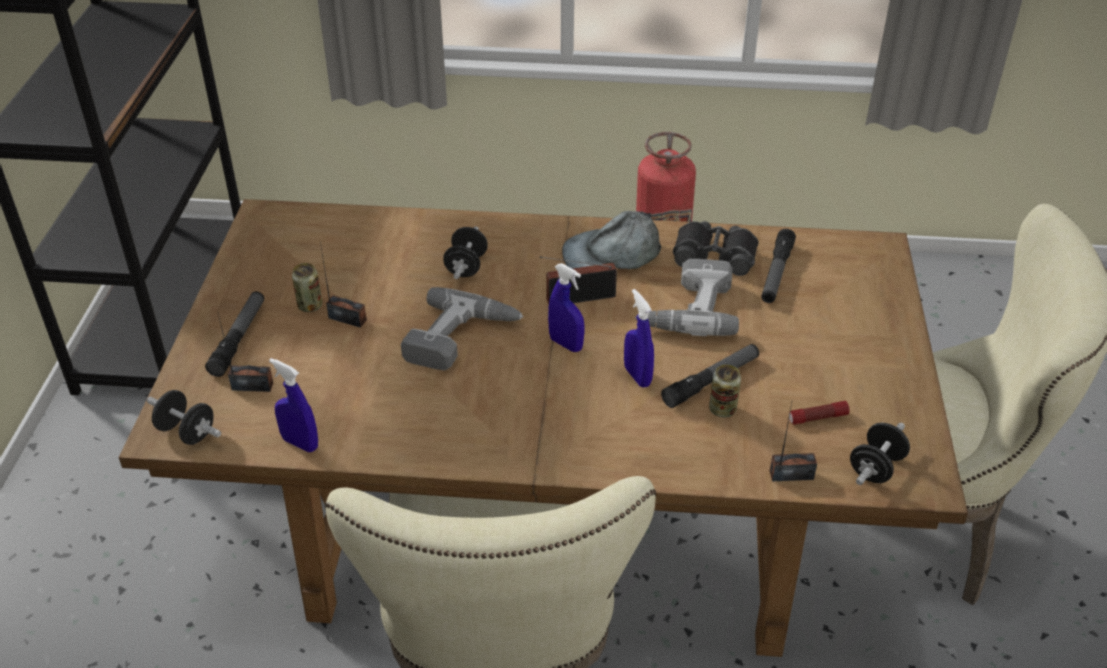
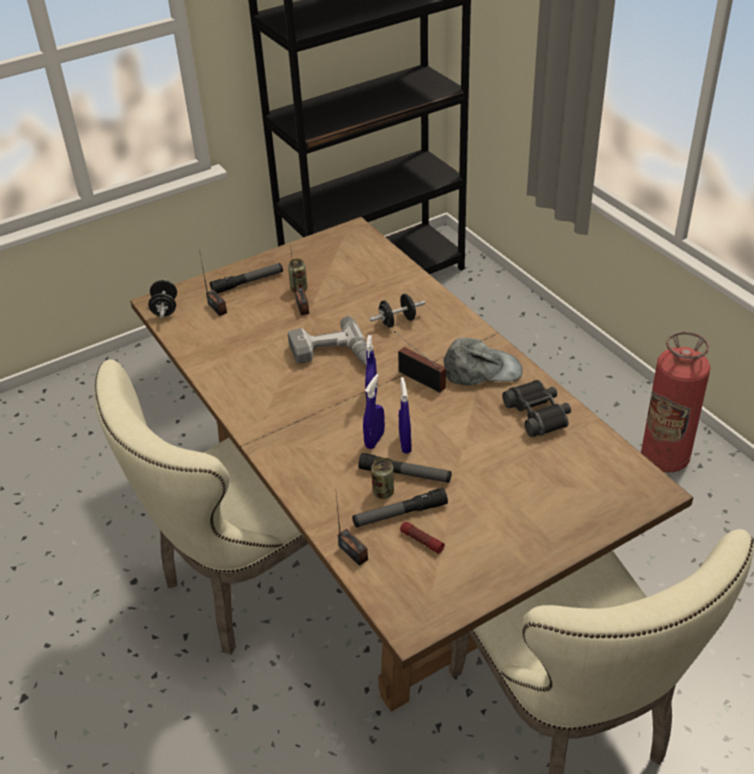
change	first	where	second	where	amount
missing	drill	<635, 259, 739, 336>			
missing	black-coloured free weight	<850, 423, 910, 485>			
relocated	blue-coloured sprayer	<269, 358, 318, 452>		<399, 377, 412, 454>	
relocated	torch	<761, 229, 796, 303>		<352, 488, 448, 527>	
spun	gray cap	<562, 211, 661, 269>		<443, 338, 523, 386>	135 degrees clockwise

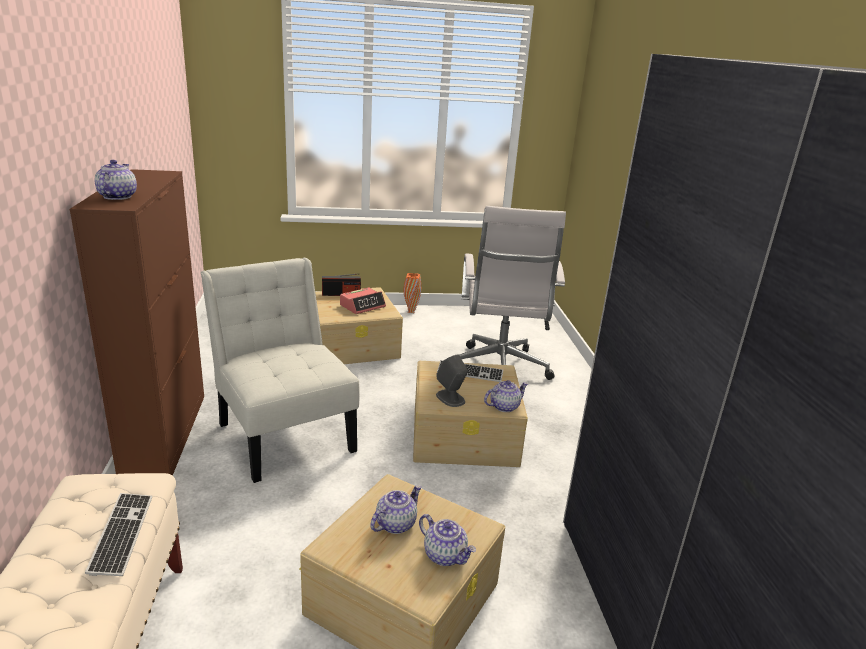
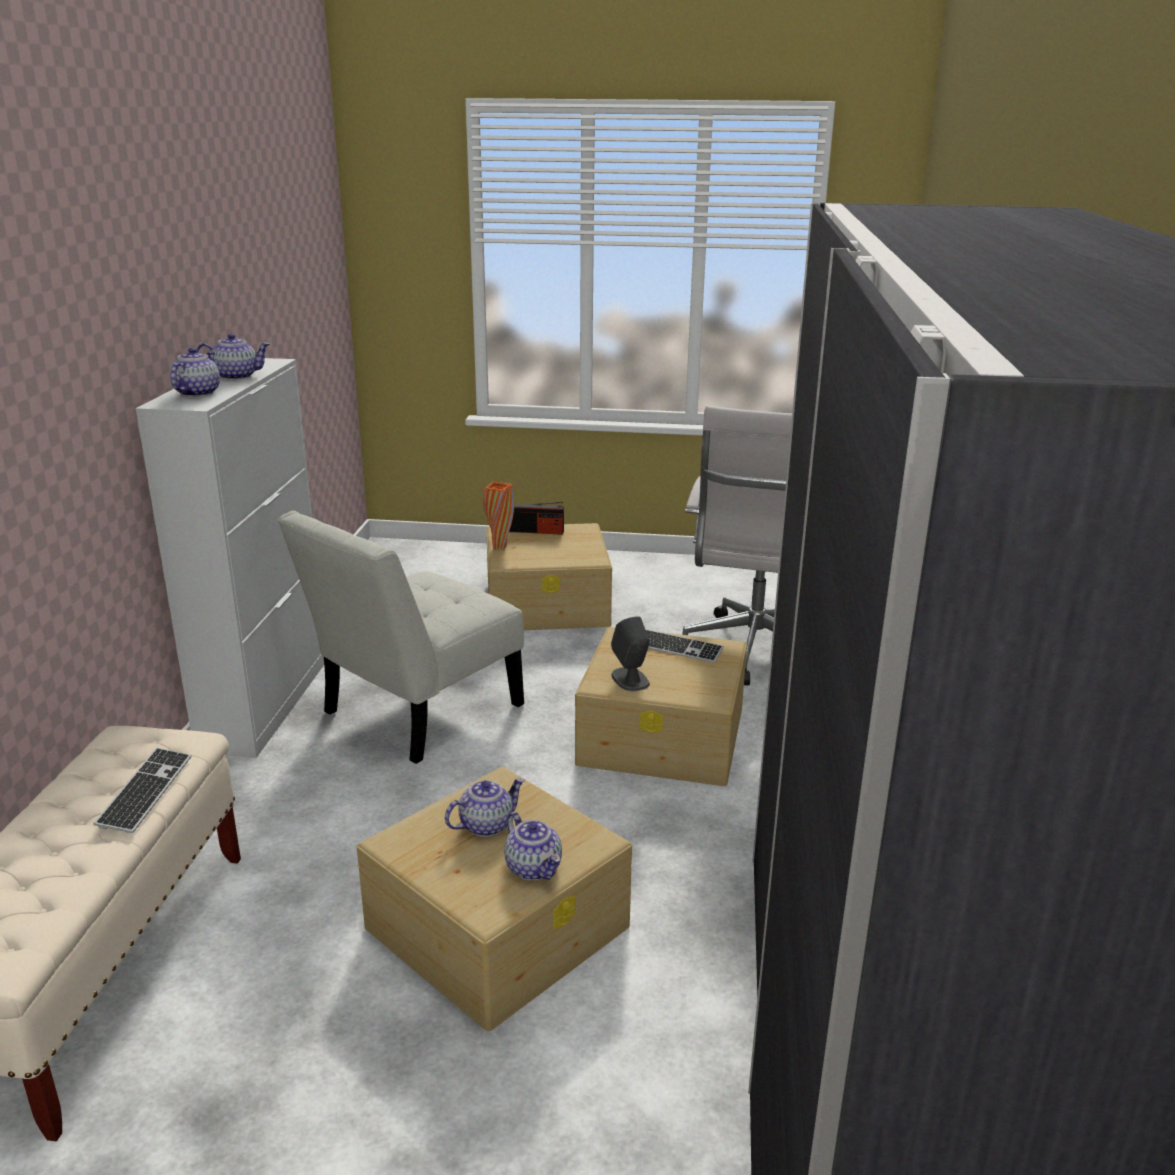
change	first	where	second	where	amount
missing	bedside clock	<340, 288, 386, 314>			
relocated	orange flower vase	<403, 273, 421, 313>		<483, 482, 514, 550>	
relocated	pot for tea	<484, 380, 529, 412>		<196, 333, 270, 380>	
colour	brown-coloured cupboard	<70, 169, 204, 476>	white cupboard	<135, 358, 324, 758>	
spun	white chair	<201, 258, 360, 483>		<278, 511, 524, 764>	120 degrees counterclockwise

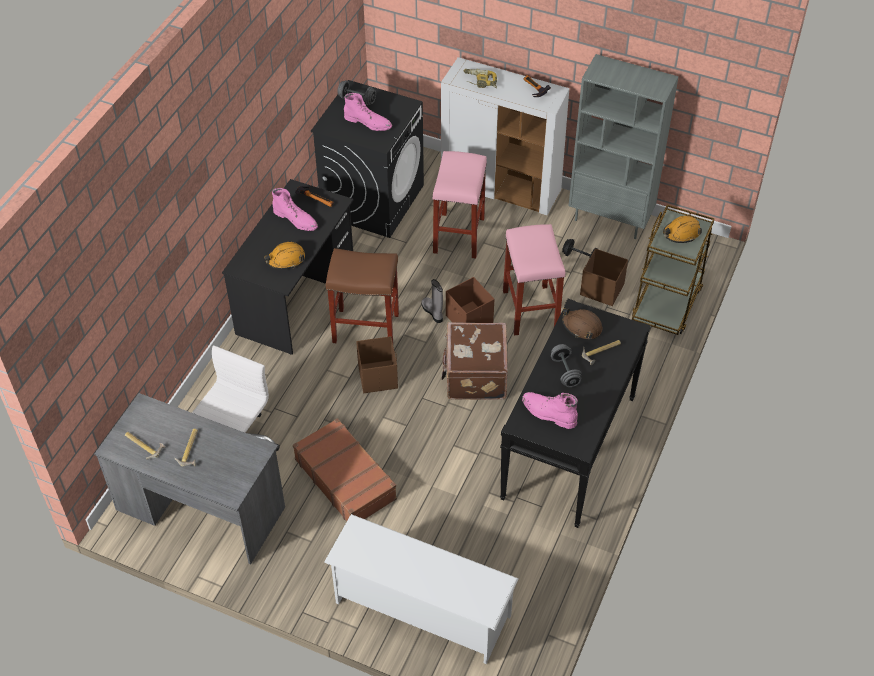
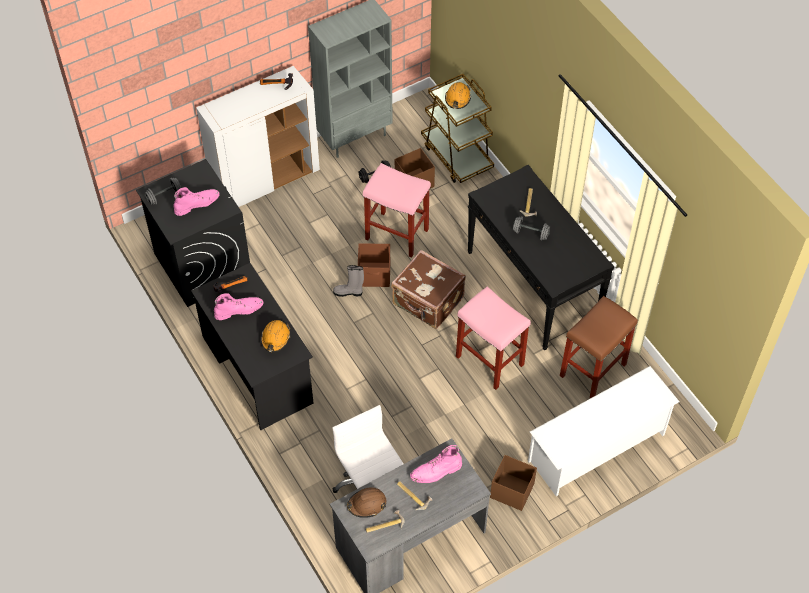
change	first	where	second	where	amount
missing	brown-coloured suitcase	<293, 418, 397, 521>			
missing	drill	<464, 69, 497, 88>			
relocated	brown-coloured sitting stool	<326, 248, 399, 343>		<560, 296, 638, 398>	
relocated	brown-coloured storage bin	<356, 336, 398, 393>		<490, 455, 537, 511>	
relocated	pink sitting stool	<432, 151, 487, 259>		<456, 286, 531, 390>	
relocated	pink tall boot	<522, 392, 578, 429>		<410, 445, 462, 483>	
relocated	brown-coloured hard hat	<562, 308, 603, 339>		<346, 487, 386, 518>	

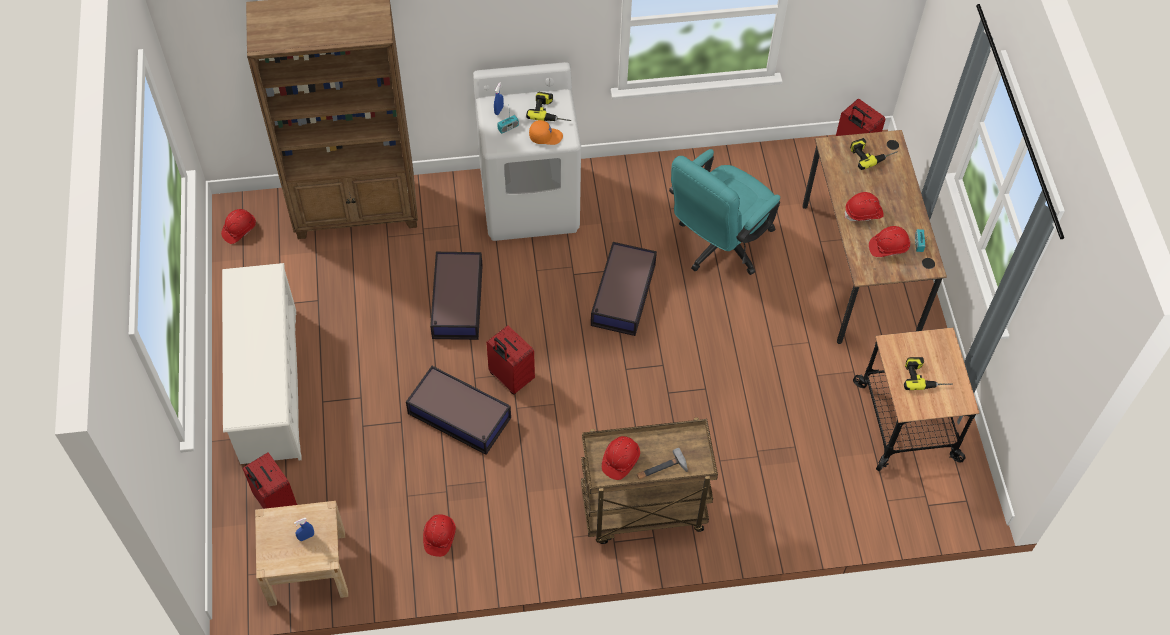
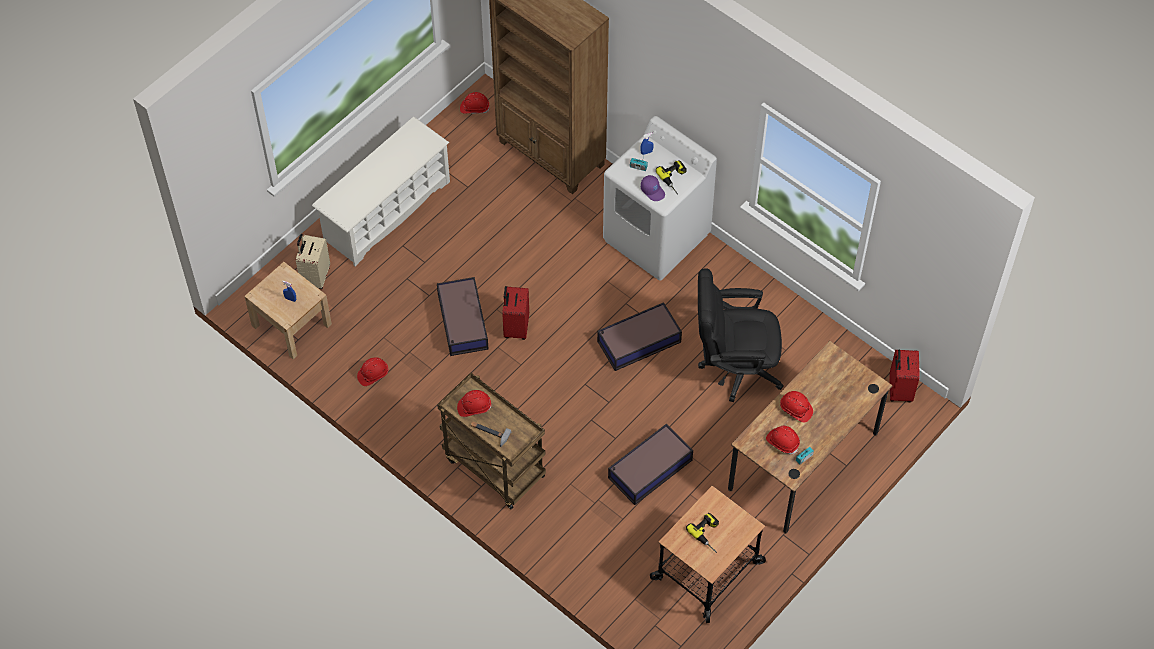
change	first	where	second	where	amount
missing	drill	<850, 138, 898, 170>			
relocated	storage bin	<430, 252, 483, 340>		<608, 424, 693, 505>	
colour	reddish suitcase	<242, 452, 297, 509>	beige suitcase	<296, 234, 330, 289>	
colour	orange cap	<529, 120, 563, 145>	purple cap	<641, 175, 665, 201>	
colour	turquoise office chair	<669, 149, 780, 275>	black-coloured office chair	<698, 268, 784, 402>	

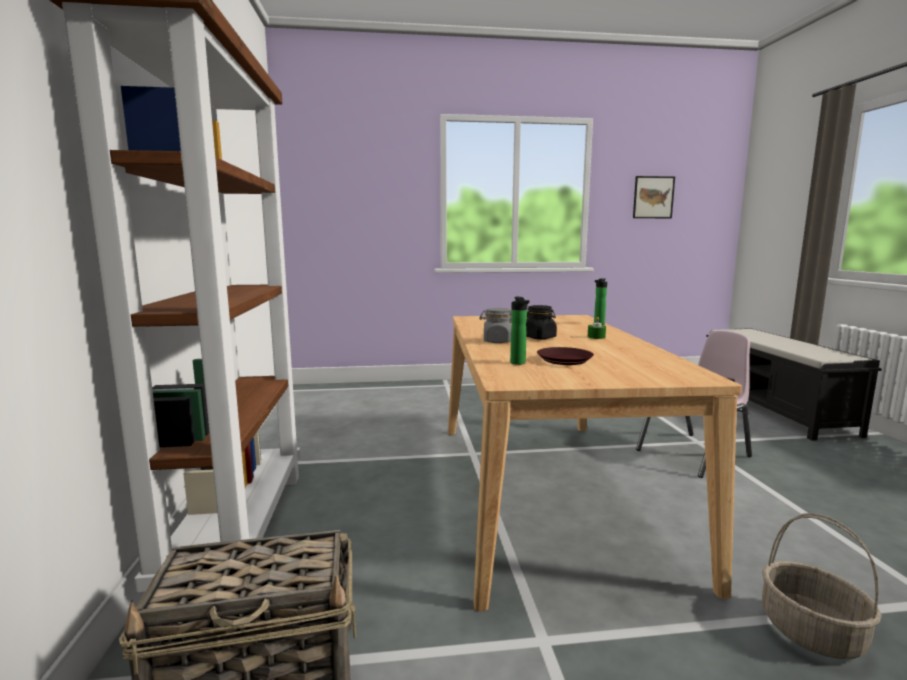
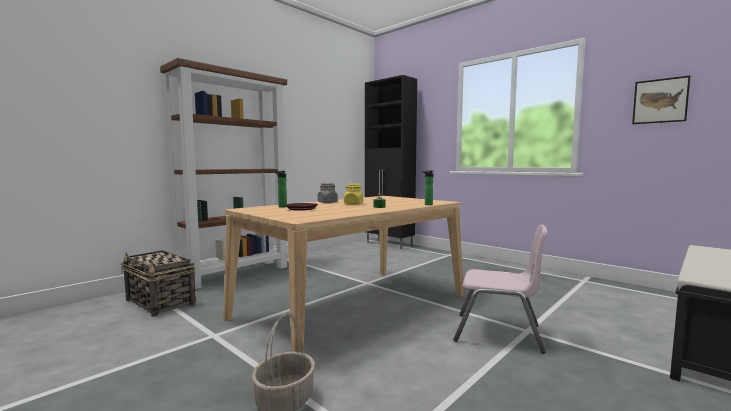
change	first	where	second	where	amount
appeared			black-coloured cupboard	<365, 75, 417, 249>	
colour	black-coloured jar	<526, 305, 557, 339>	yellow-coloured jar	<344, 184, 363, 205>	

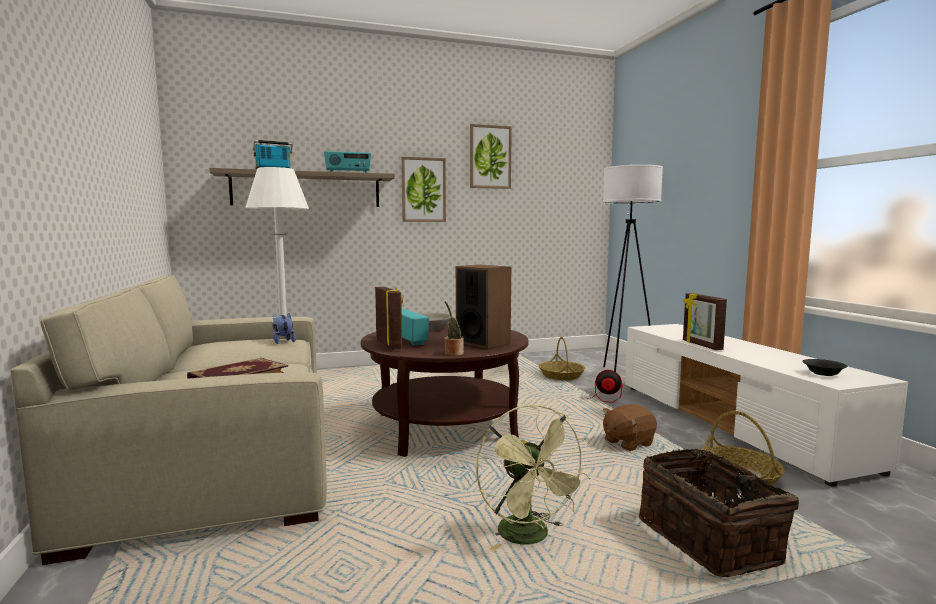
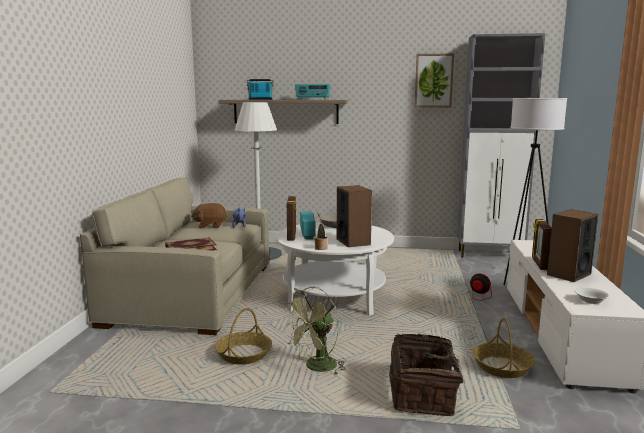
change	first	where	second	where	amount
missing	wall picture	<401, 157, 446, 222>			
appeared			gray cupboard	<457, 33, 545, 258>	
appeared			speaker	<547, 209, 598, 282>	
relocated	storage basket	<539, 337, 585, 380>		<215, 308, 272, 364>	
relocated	brown-coloured plush toy	<603, 404, 657, 451>		<191, 203, 227, 228>	
colour	brown-coloured low table	<360, 324, 529, 457>	white low table	<275, 222, 394, 316>	
colour	black-coloured serving bowl	<802, 359, 848, 376>	white serving bowl	<575, 288, 609, 304>	
spun	greenish fan	<476, 404, 590, 551>		<283, 287, 346, 374>	45 degrees clockwise

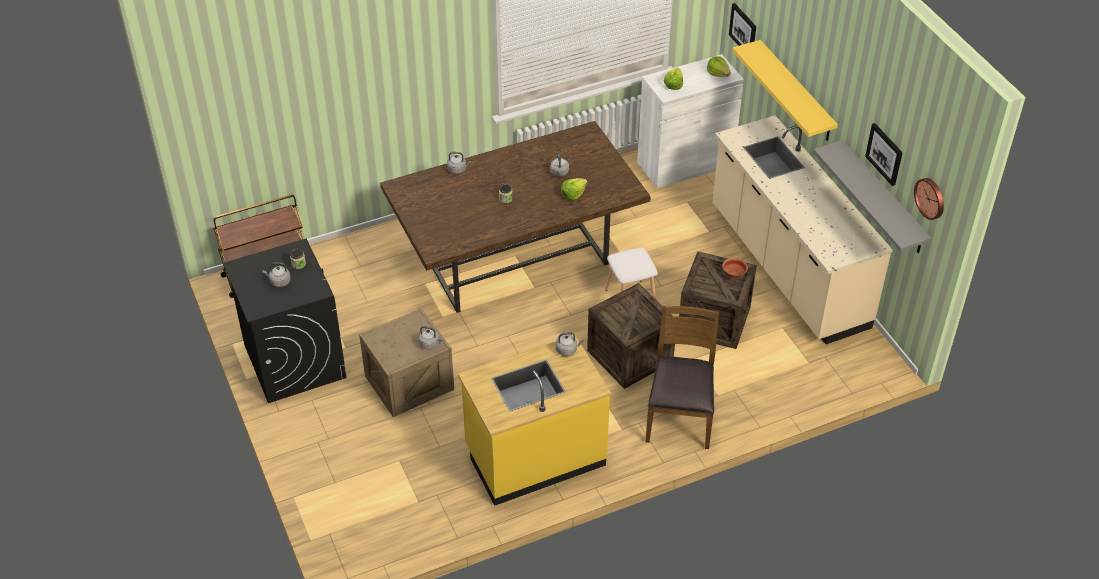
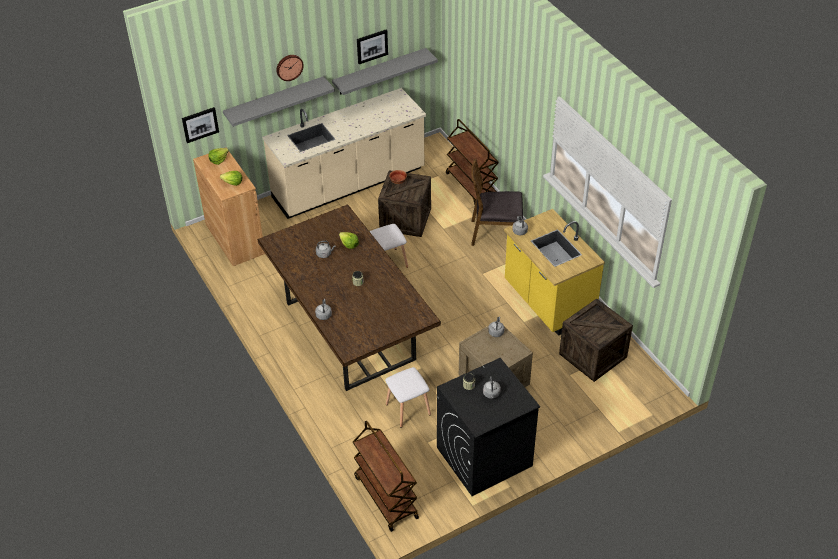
change	first	where	second	where	amount
appeared			white sitting stool	<385, 367, 431, 428>	
appeared			brown-coloured wheeled cart	<446, 119, 499, 205>	
relocated	packing crate	<587, 283, 675, 389>		<559, 298, 633, 382>	
relocated	clock on the wall	<914, 178, 944, 220>		<276, 55, 304, 81>	
colour	white cupboard	<637, 54, 744, 189>	brown-coloured cupboard	<193, 152, 265, 266>	
colour	yellow-coloured shelf	<732, 40, 838, 141>	gray shelf	<223, 76, 335, 127>	

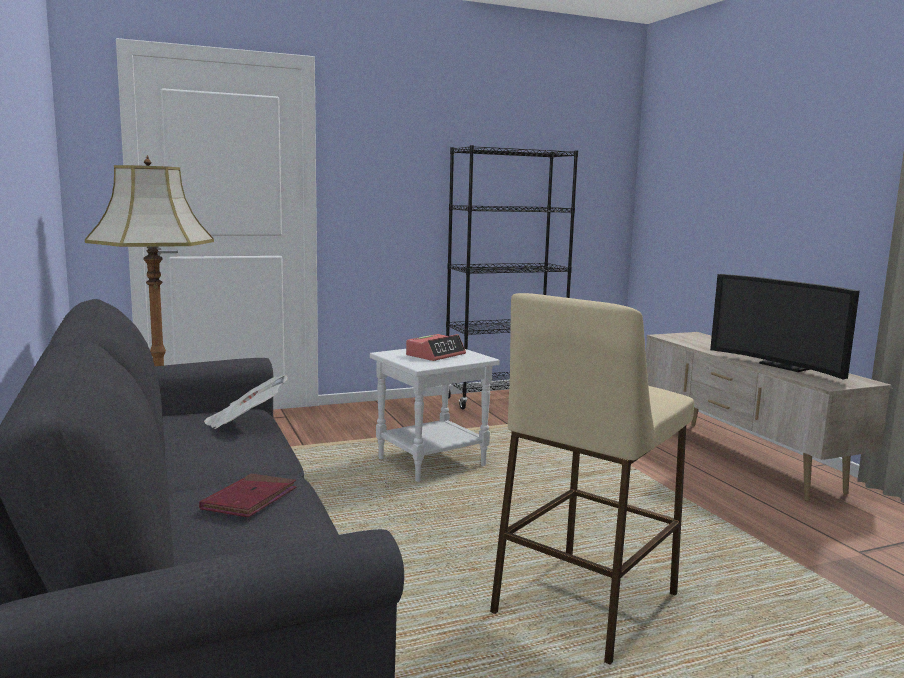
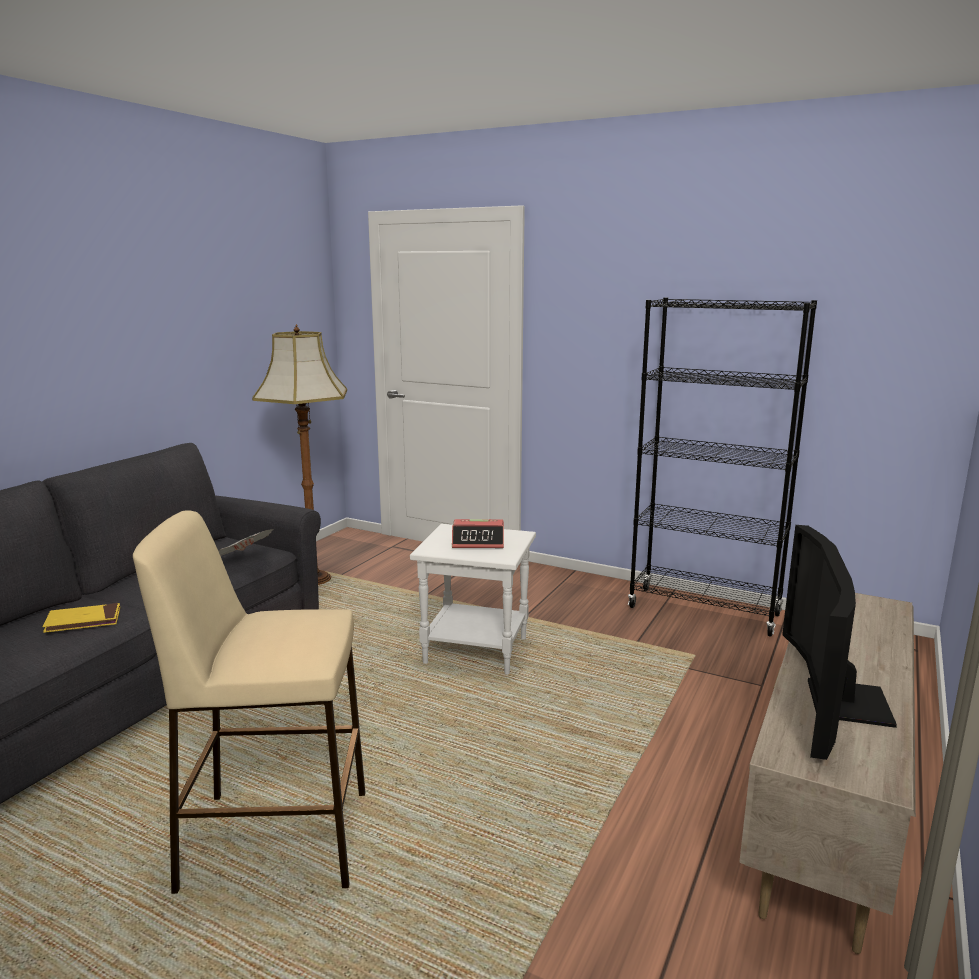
change	first	where	second	where	amount
colour	reddish volume	<199, 474, 296, 517>	yellow-coloured volume	<43, 603, 120, 633>	

